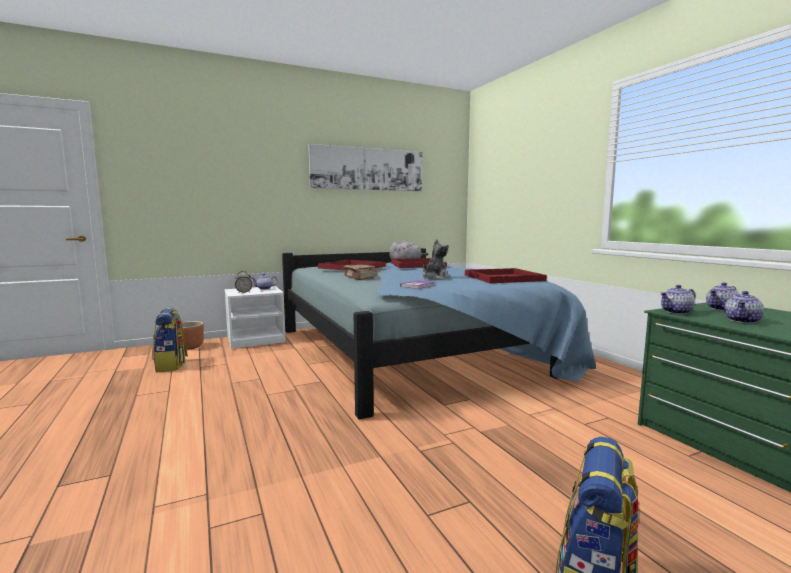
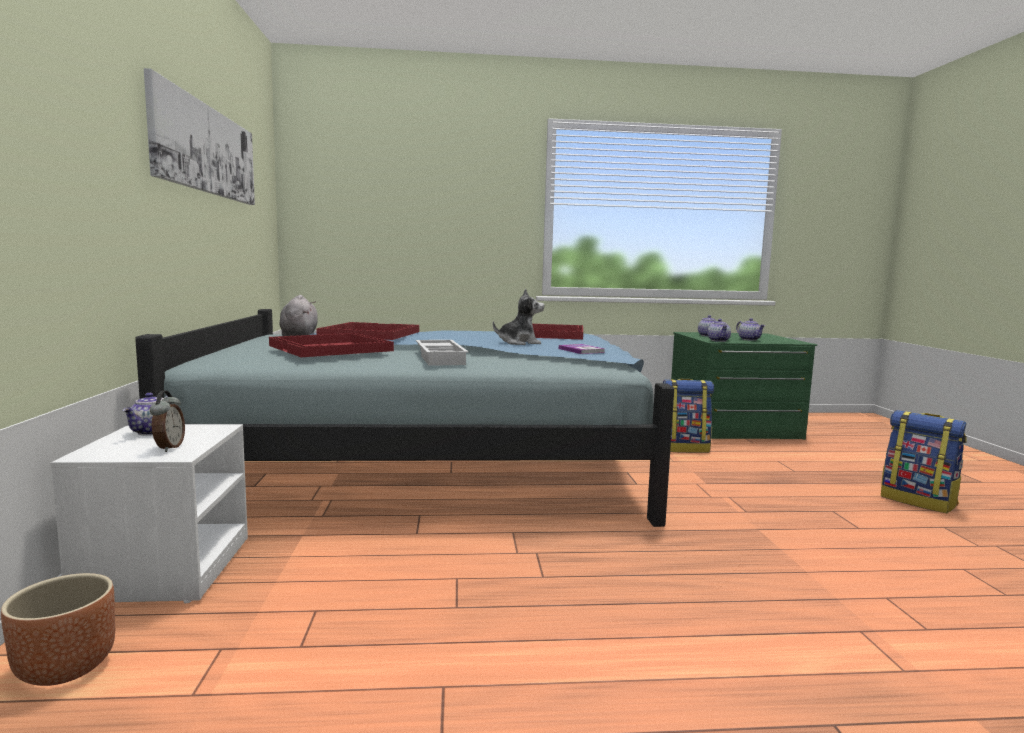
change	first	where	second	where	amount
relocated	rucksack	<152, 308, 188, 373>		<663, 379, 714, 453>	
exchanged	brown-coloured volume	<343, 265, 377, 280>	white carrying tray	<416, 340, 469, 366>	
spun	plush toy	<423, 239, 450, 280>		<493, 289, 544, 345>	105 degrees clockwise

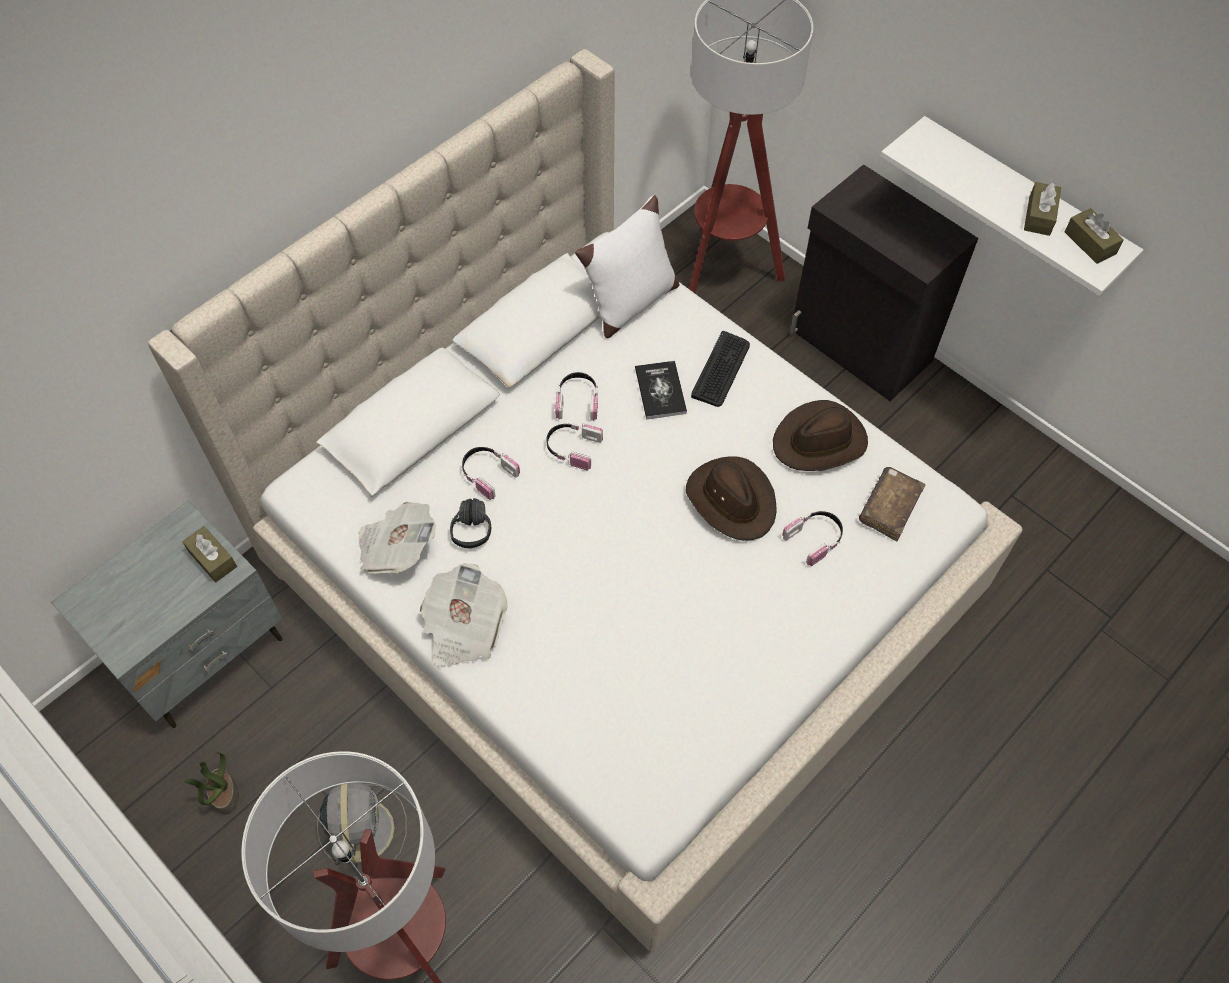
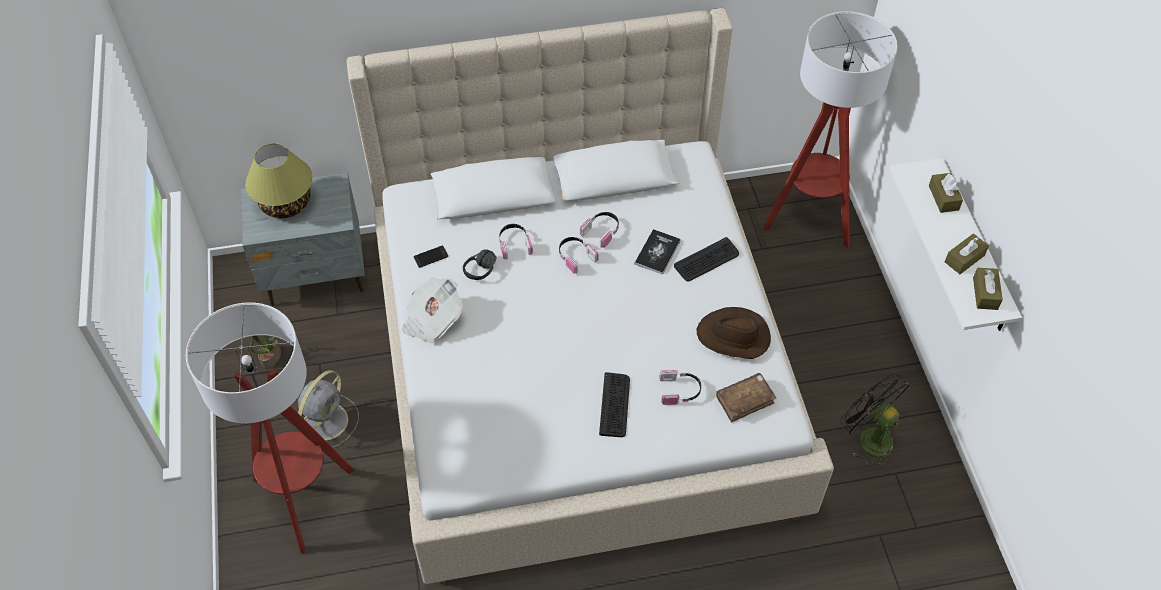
change	first	where	second	where	amount
missing	white cushion	<575, 195, 679, 338>			
missing	brown-coloured hat	<686, 456, 777, 541>			
missing	black-coloured cupboard	<790, 164, 978, 401>			
appeared			tabletop lamp	<245, 143, 313, 218>	
appeared			PC keyboard	<599, 372, 630, 437>	
appeared			black-coloured fan	<840, 374, 909, 467>	
relocated	brown-coloured box of tissues	<182, 526, 237, 583>		<929, 173, 963, 213>	
exchanged	daily paper	<358, 502, 436, 574>	handset	<414, 245, 448, 268>	

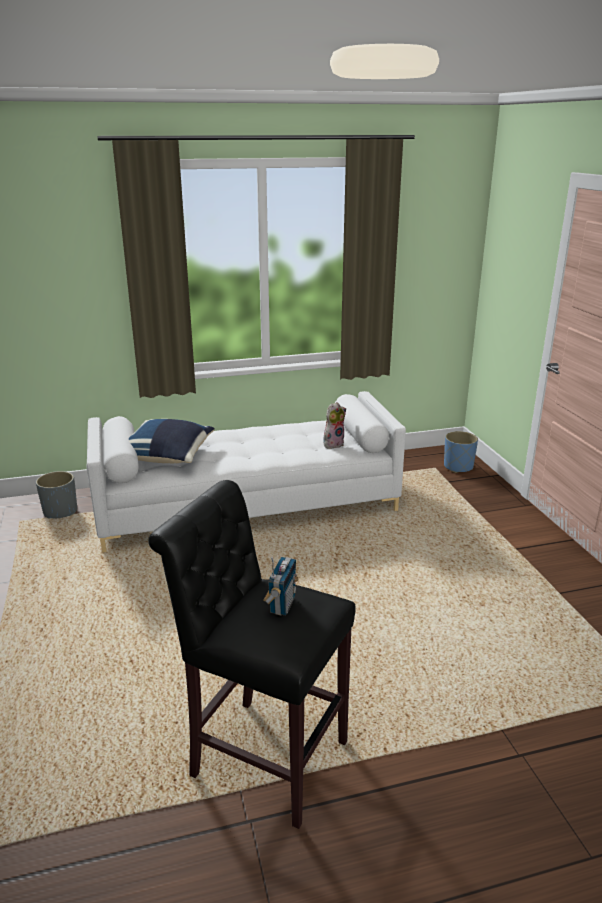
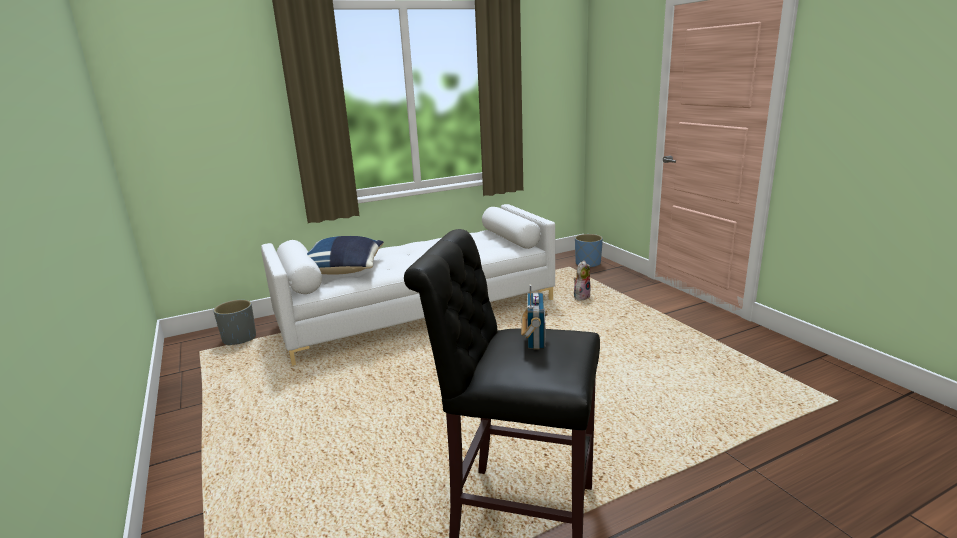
change	first	where	second	where	amount
relocated	plush toy	<323, 402, 346, 448>		<574, 261, 591, 301>	

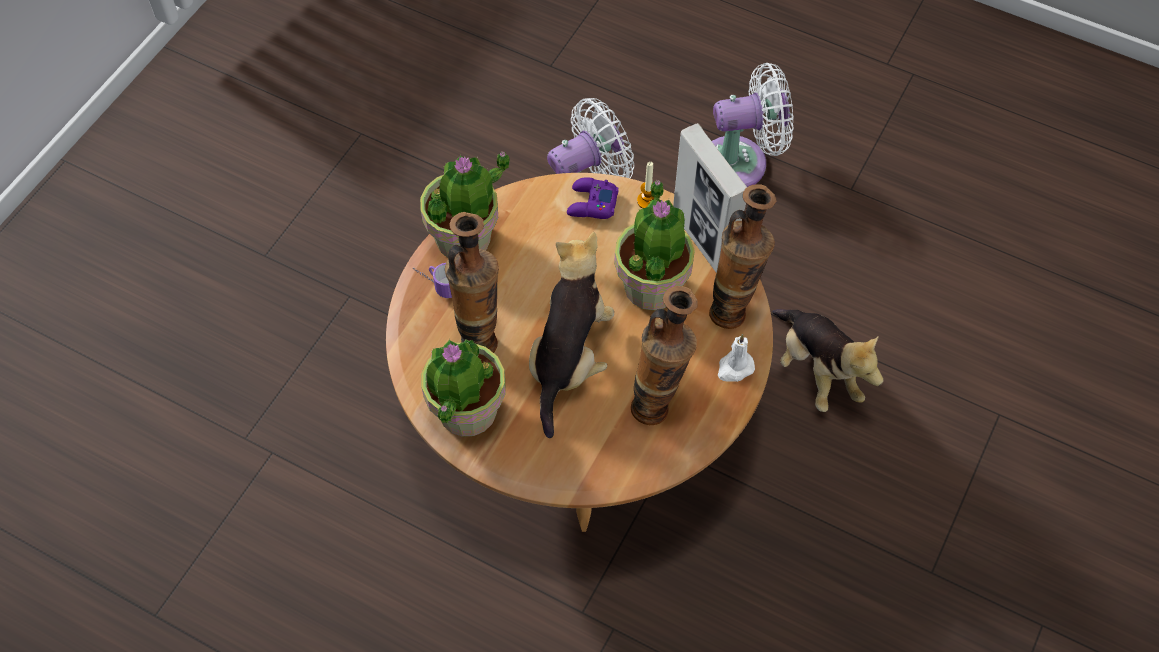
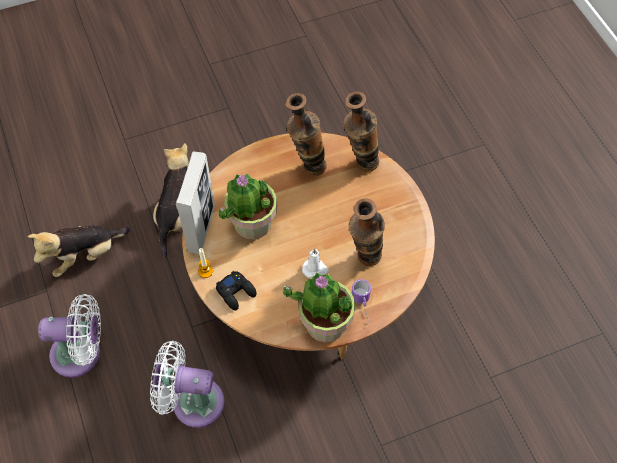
change	first	where	second	where	amount
missing	potted plant	<422, 339, 506, 437>			
relocated	plush toy	<529, 232, 614, 438>		<28, 226, 130, 277>	
relocated	flower vase	<709, 184, 777, 329>		<343, 91, 379, 172>	
relocated	white candle	<718, 334, 755, 382>		<302, 248, 329, 278>	
colour	purple gamepad	<567, 177, 618, 219>	black-coloured gamepad	<216, 271, 257, 310>	
spun	white fan	<712, 63, 794, 187>		<38, 294, 101, 378>	150 degrees clockwise

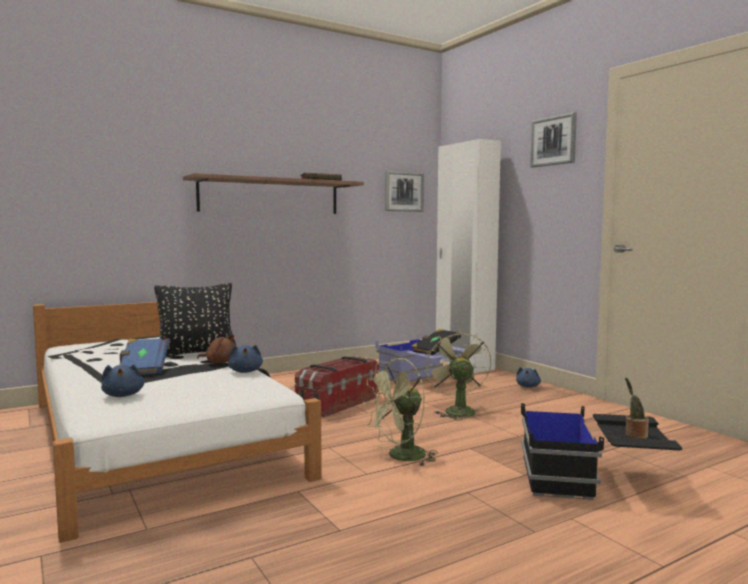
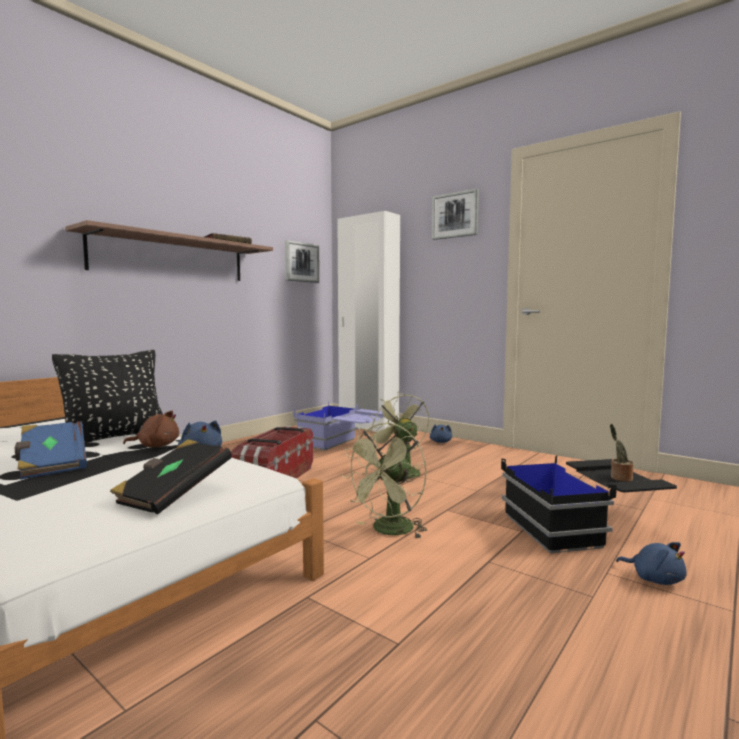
change	first	where	second	where	amount
relocated	blue-coloured plush toy	<101, 364, 144, 397>		<616, 542, 687, 585>	
relocated	black-coloured volume	<412, 329, 461, 355>		<110, 439, 232, 514>	

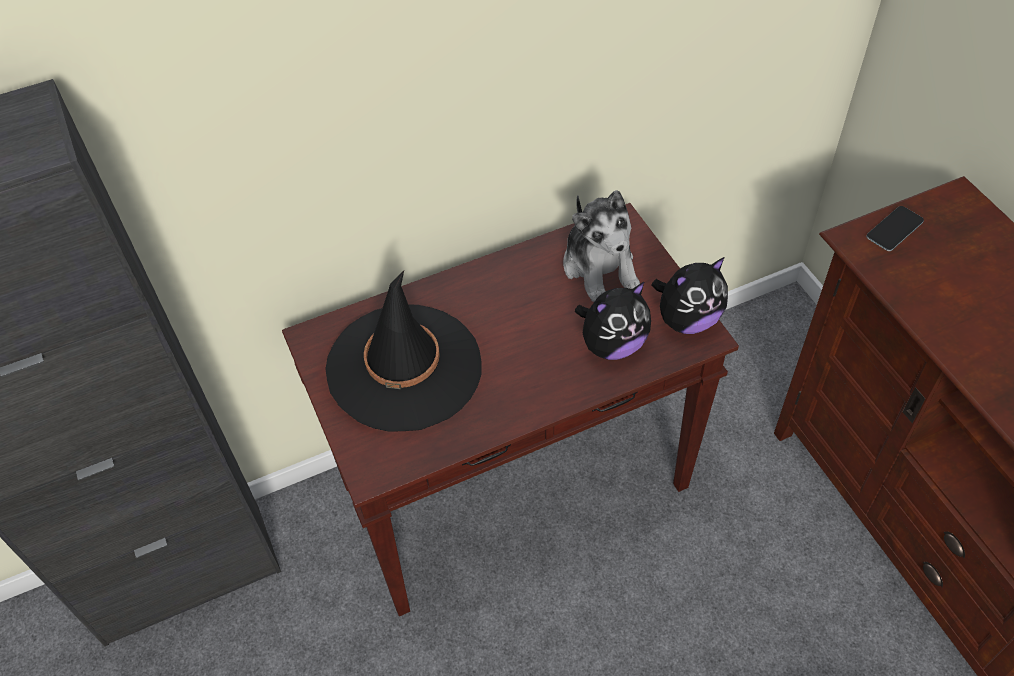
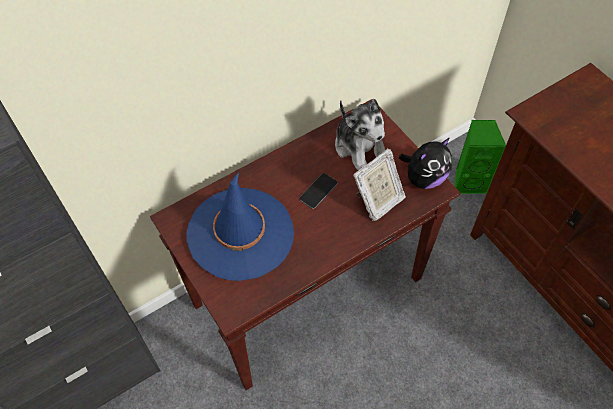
change	first	where	second	where	amount
appeared			greenish speaker	<455, 120, 506, 194>	
relocated	handset	<866, 206, 924, 251>		<300, 173, 338, 209>	
exchanged	plush toy	<575, 282, 651, 360>	picture frame	<353, 149, 406, 221>	
colour	black-coloured hat	<326, 271, 482, 432>	blue-coloured hat	<187, 172, 294, 281>	

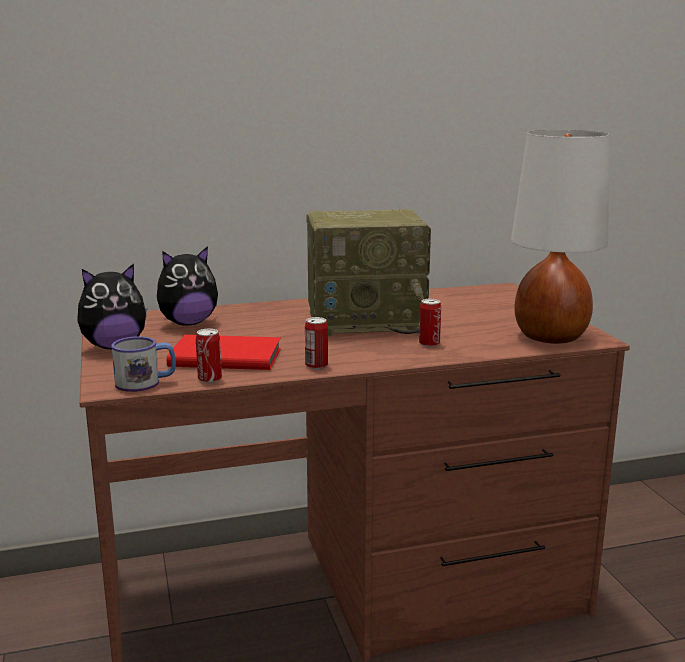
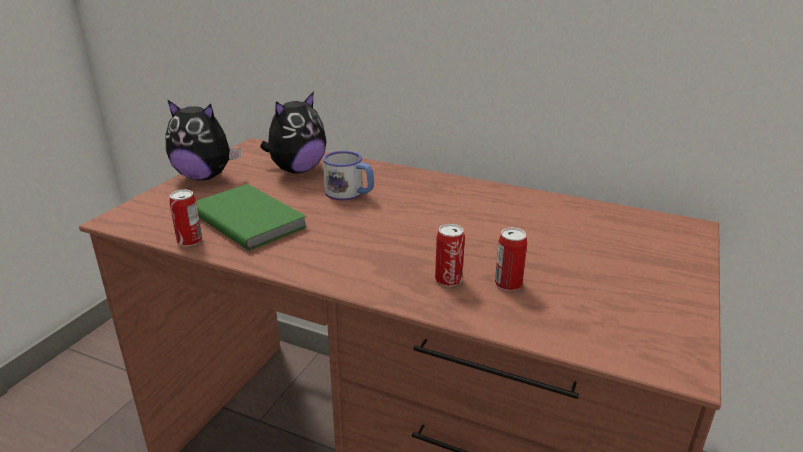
change	first	where	second	where	amount
missing	radio	<306, 209, 431, 336>			
missing	white tabletop lamp	<511, 130, 609, 344>			
relocated	coffee mug	<111, 336, 176, 392>		<323, 151, 374, 200>	
relocated	metal can	<305, 317, 328, 369>		<495, 228, 527, 291>	
colour	reddish volume	<167, 335, 281, 370>	greenish volume	<196, 184, 307, 251>	
spun	plush toy	<157, 246, 218, 326>		<260, 91, 326, 174>	60 degrees counterclockwise

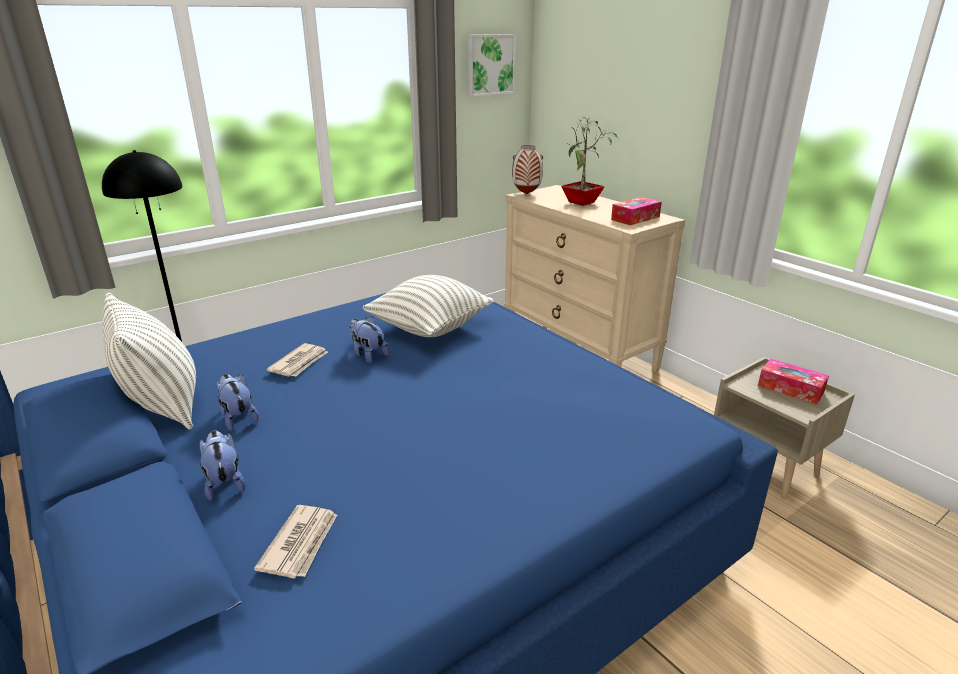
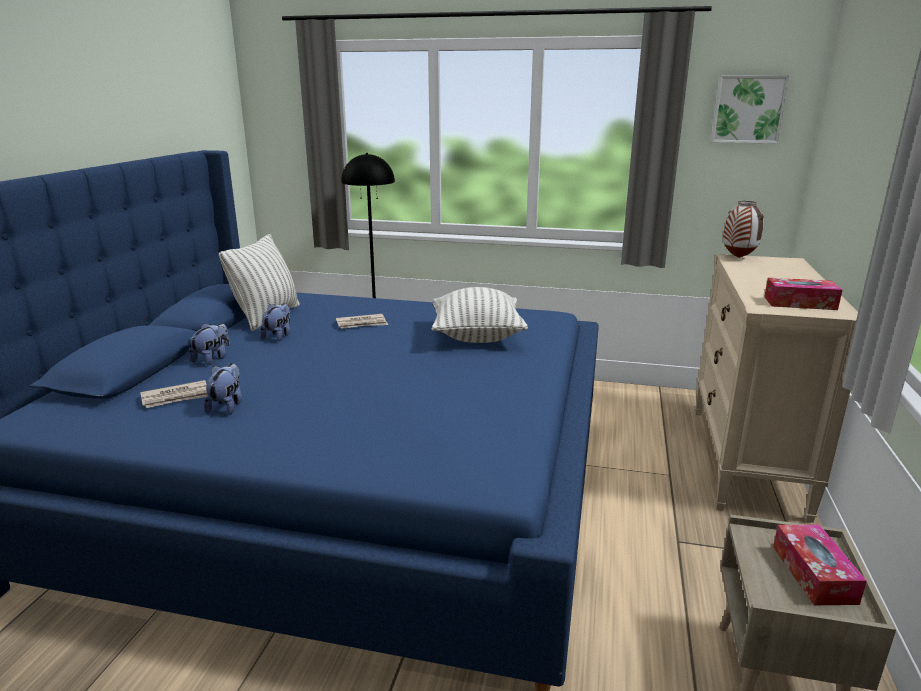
change	first	where	second	where	amount
missing	potted plant	<562, 117, 618, 206>			
relocated	plush toy	<350, 317, 389, 363>		<204, 363, 242, 414>	

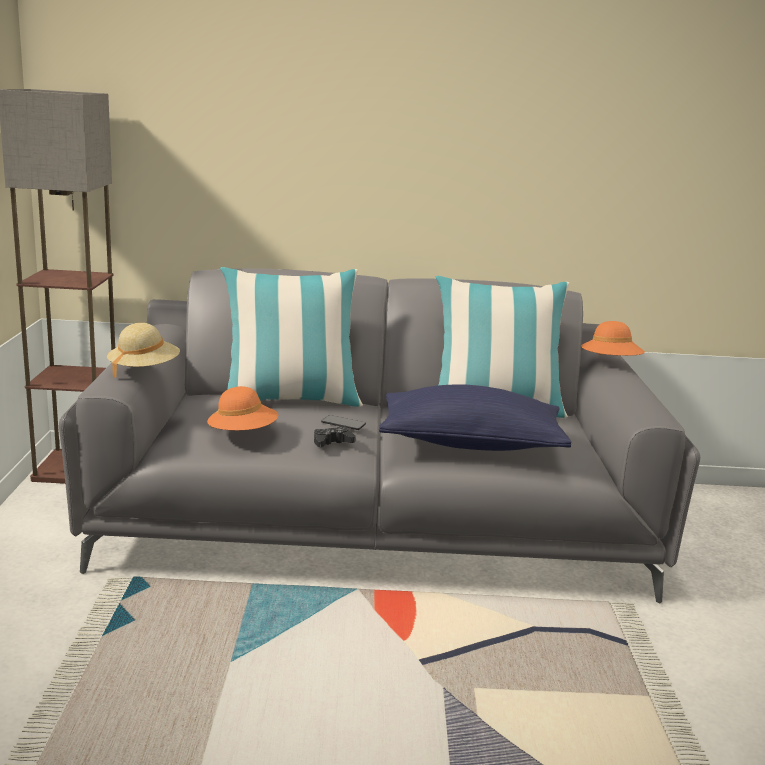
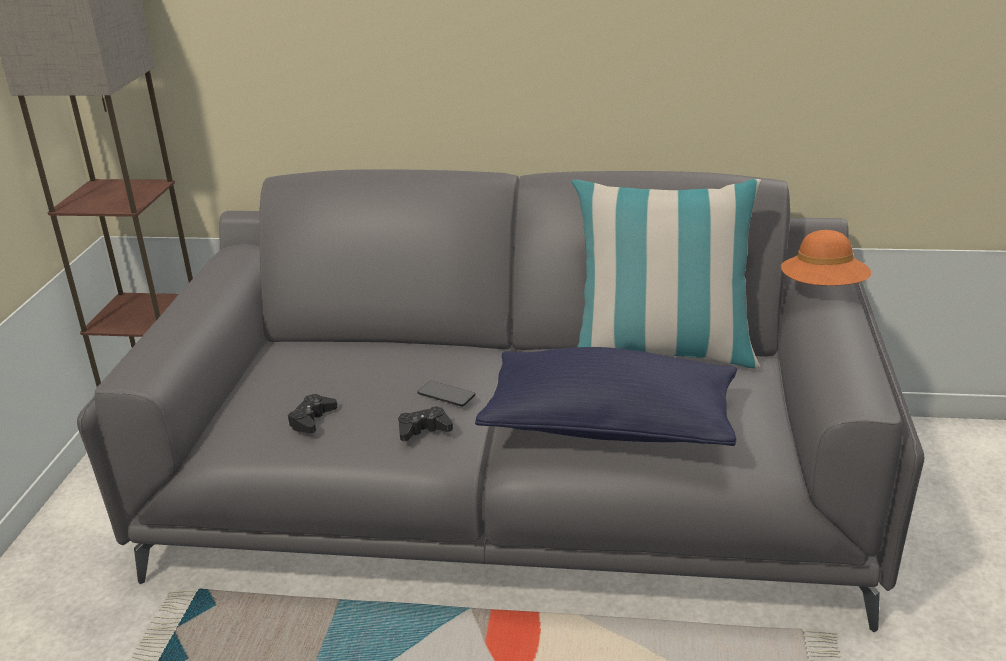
change	first	where	second	where	amount
missing	beige hat	<107, 323, 180, 378>			
missing	cushion	<220, 267, 363, 407>			
exchanged	orange hat	<207, 386, 278, 430>	black-coloured gamepad	<288, 394, 337, 433>	

